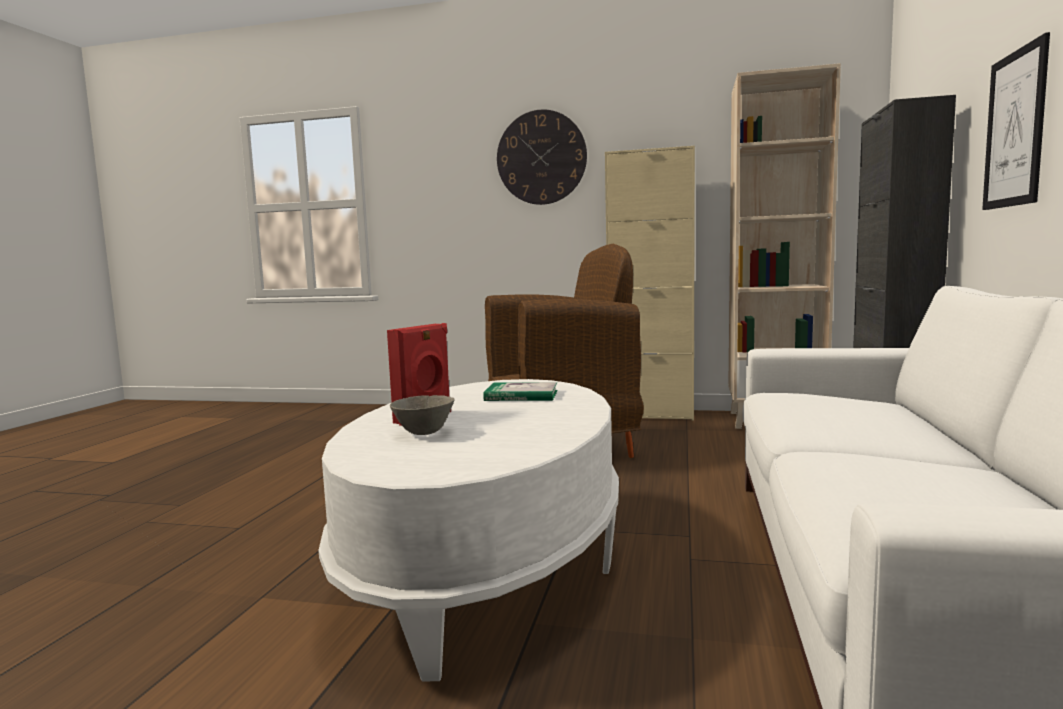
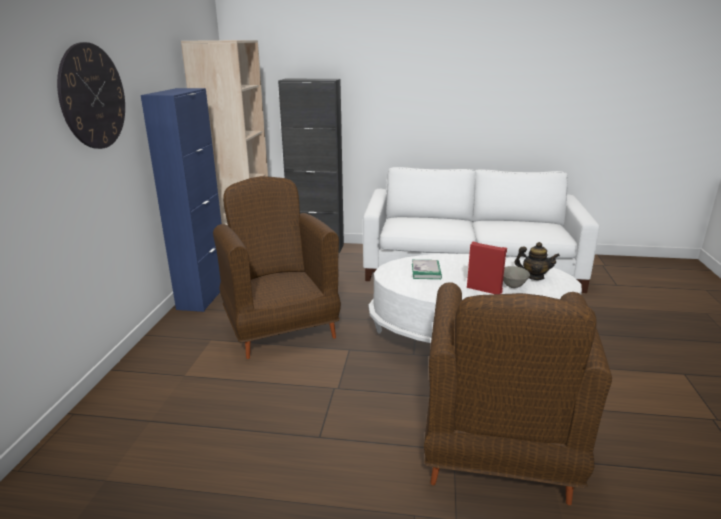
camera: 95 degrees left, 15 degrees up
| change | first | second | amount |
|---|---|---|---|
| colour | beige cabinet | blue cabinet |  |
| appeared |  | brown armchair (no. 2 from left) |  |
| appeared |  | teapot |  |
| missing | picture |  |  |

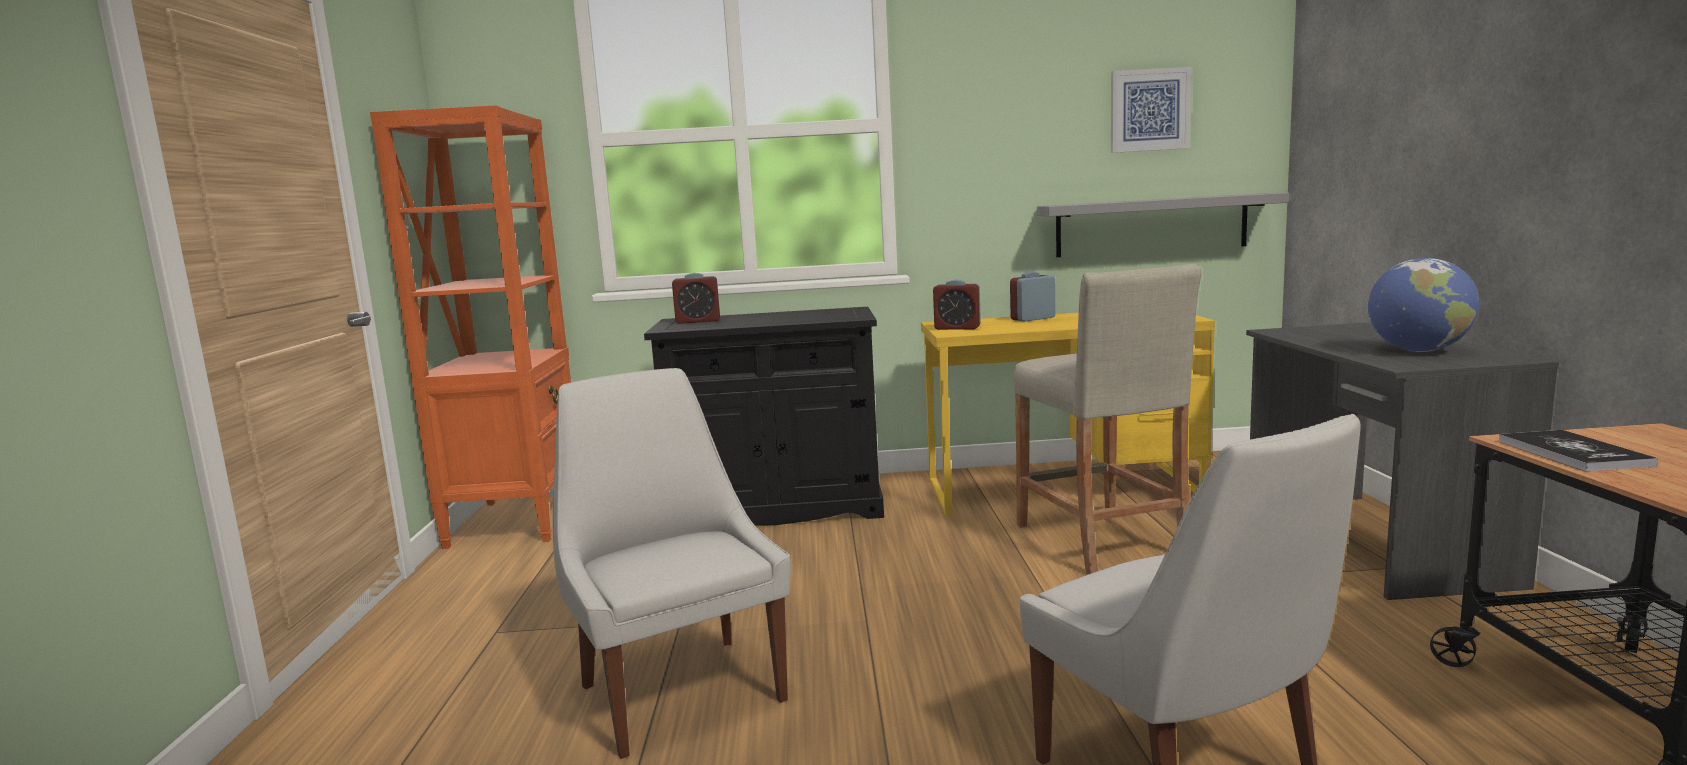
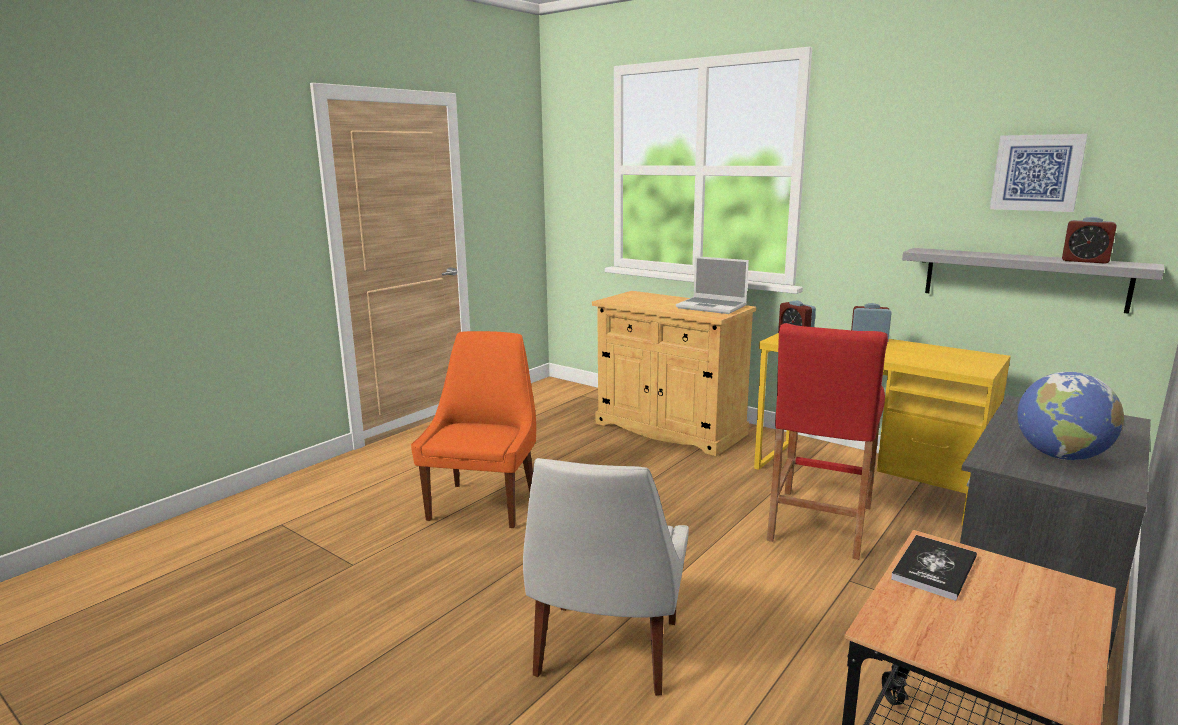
camera: 40 degrees right, 5 degrees up
| change | first | second | amount |
|---|---|---|---|
| colour | white chair (no. 1 from left) | orange chair |  |
| colour | black cabinet | beige cabinet |  |
| appeared |  | laptop |  |
| colour | beige stool | red stool |  |
| relocated | alarm clock (no. 1 from left in the first image) | alarm clock (no. 3 from left) |  |
| missing | orange bookcase |  |  |

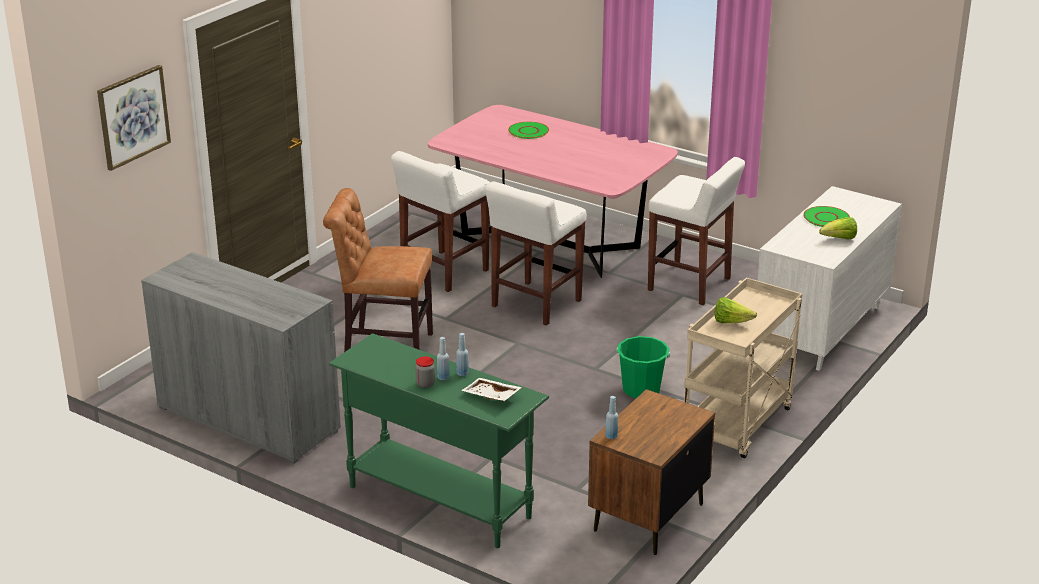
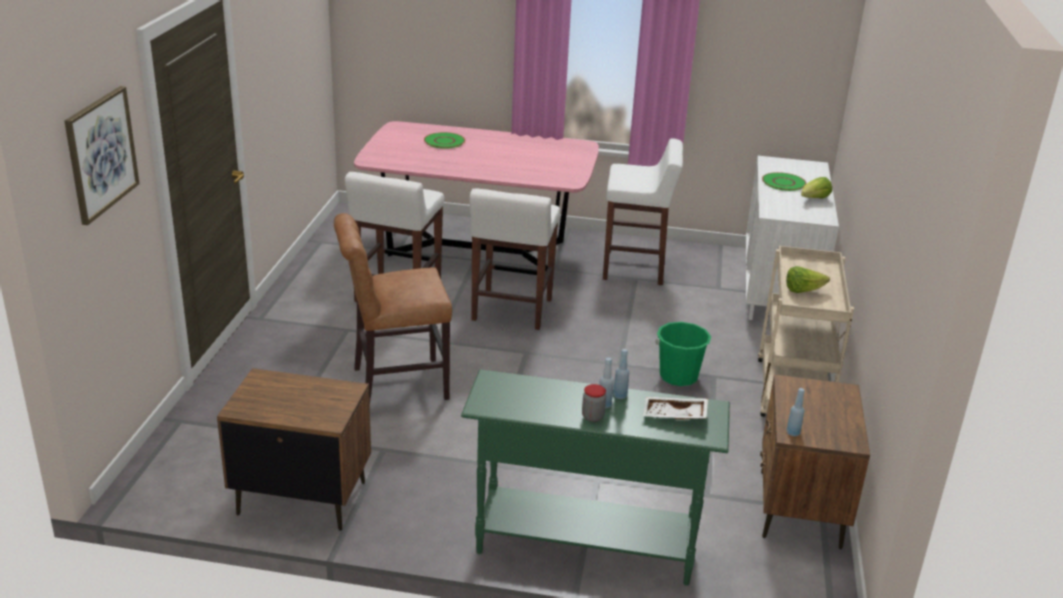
camera: 25 degrees left, 0 degrees up
| change | first | second | amount |
|---|---|---|---|
| exchanged | grey cabinet | brown nightstand (no. 1 from left) |  |

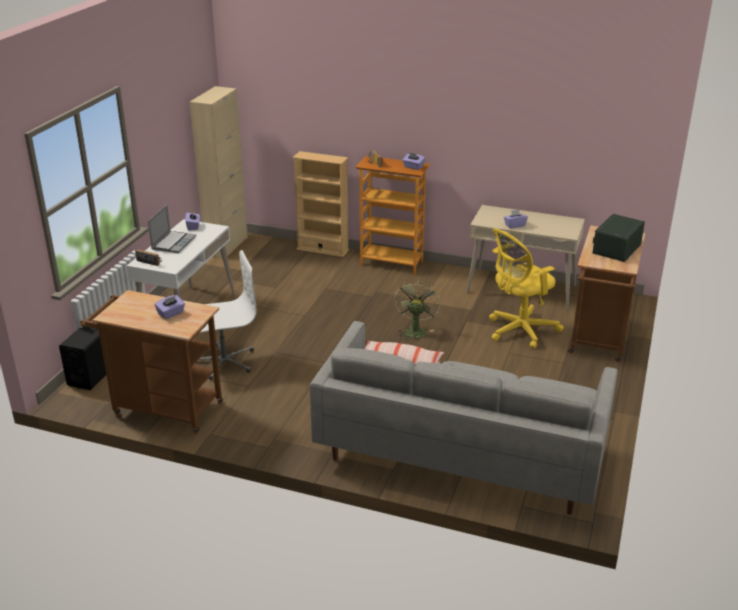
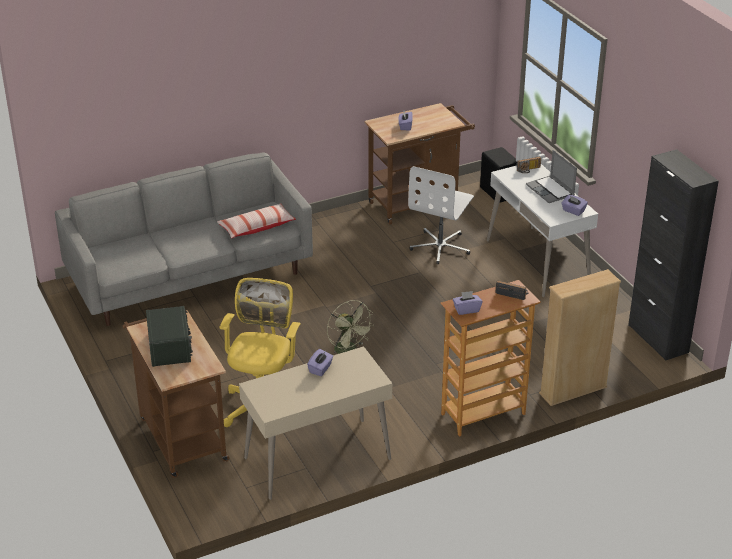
camera: 135 degrees right, 5 degrees up
| change | first | second | amount |
|---|---|---|---|
| colour | beige cabinet | black cabinet |  |

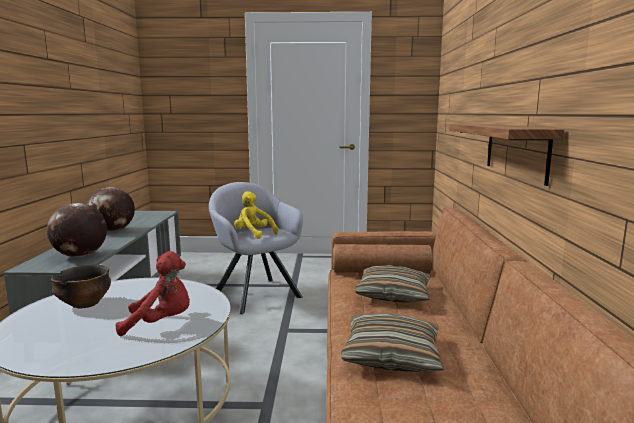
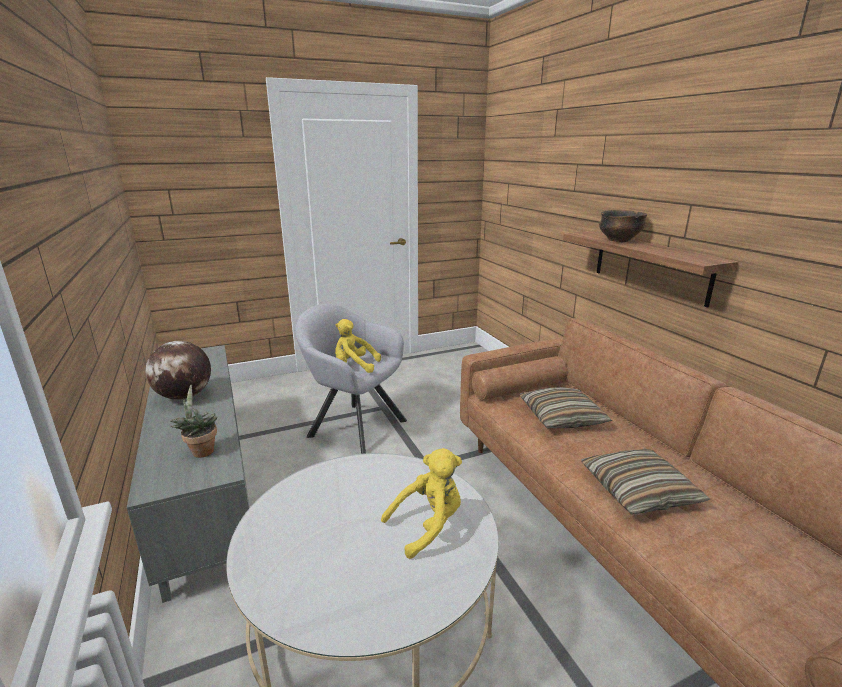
camera: 25 degrees left, 10 degrees up
| change | first | second | amount |
|---|---|---|---|
| exchanged | globe (no. 1 from left) | potted plant |  |
| colour | red plush toy | yellow plush toy (no. 2 from left) |  |
| relocated | bowl |  |  |

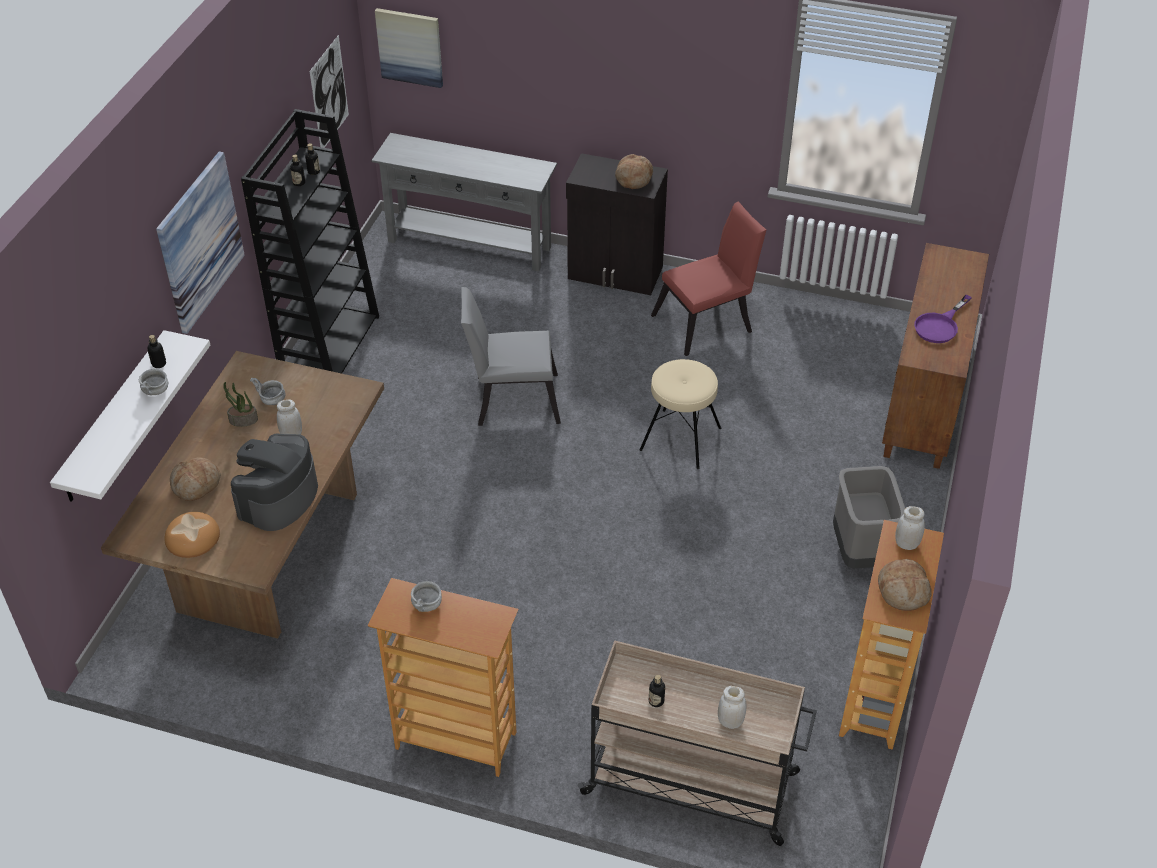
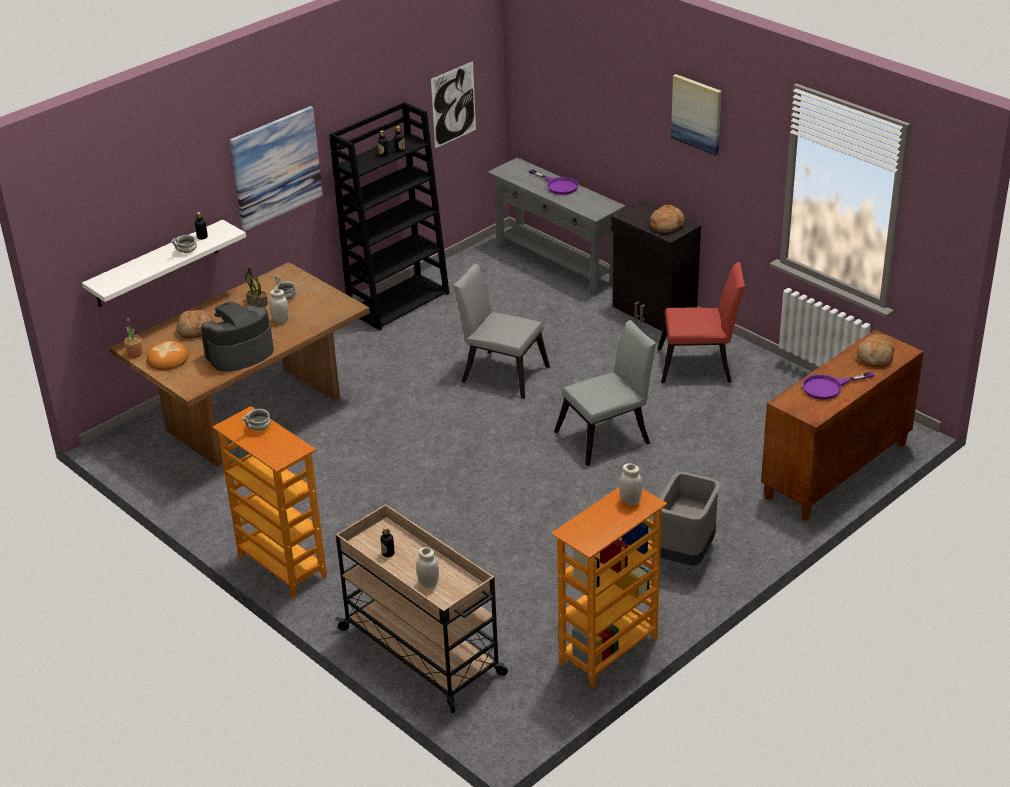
camera: 30 degrees right, 10 degrees down
| change | first | second | amount |
|---|---|---|---|
| appeared |  | potted plant (no. 1 from left) |  |
| appeared |  | purple frying pan (no. 1 from left) |  |
| exchanged | beige stool | grey chair (no. 2 from left) |  |
| relocated | picture (no. 3 from left) |  |  |
| relocated | bread (no. 4 from left) |  |  |

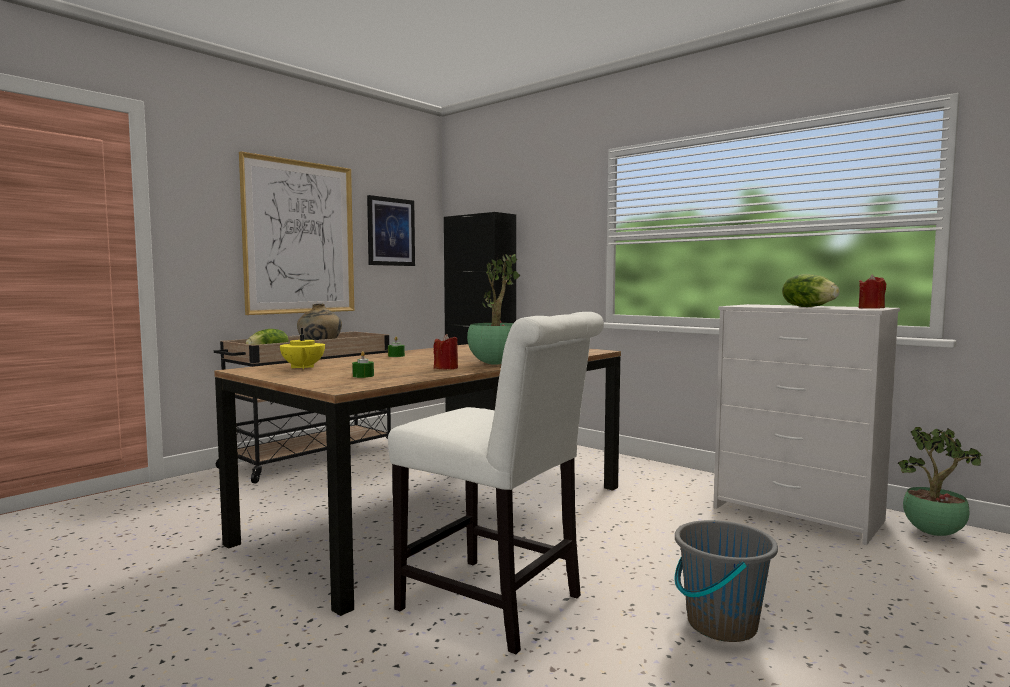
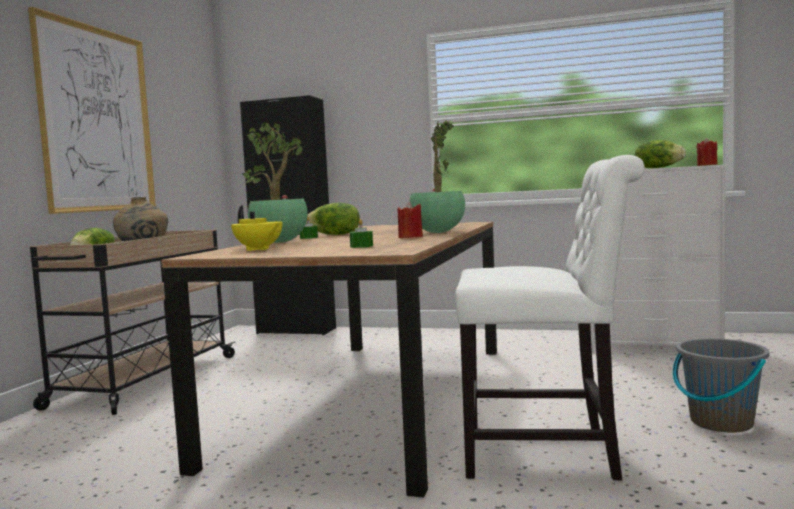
camera: 25 degrees left, 0 degrees up
| change | first | second | amount |
|---|---|---|---|
| relocated | potted plant (no. 2 from left in the first image) | potted plant (no. 1 from left) |  |
| appeared |  | lettuce (no. 2 from left) |  |
| missing | picture (no. 2 from left) |  |  |

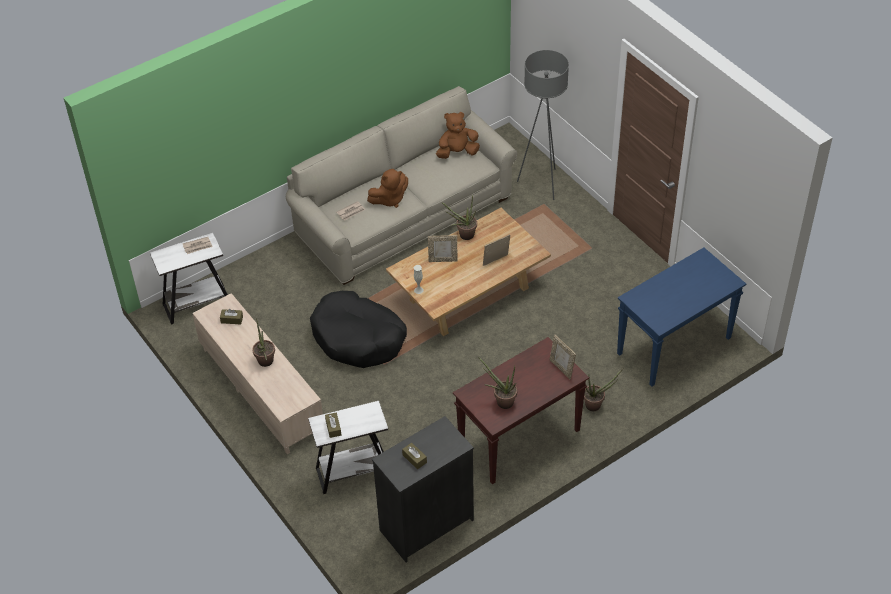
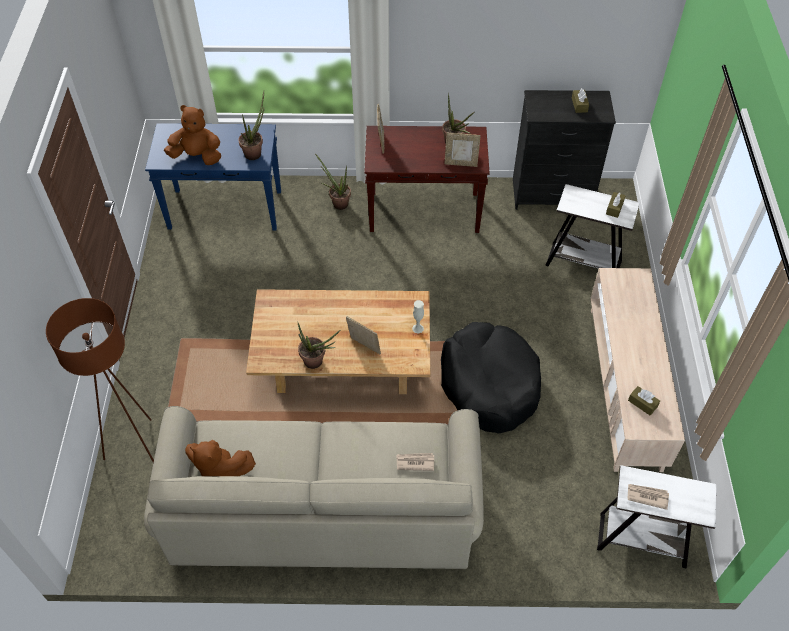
camera: 145 degrees left, 5 degrees up
| change | first | second | amount |
|---|---|---|---|
| colour | grey floor lamp | brown floor lamp |  |
| relocated | brown plush toy (no. 1 from left) |  |  |
| relocated | potted plant (no. 1 from left) |  |  |
| relocated | picture frame (no. 2 from left in the first image) | picture frame (no. 3 from left) |  |

